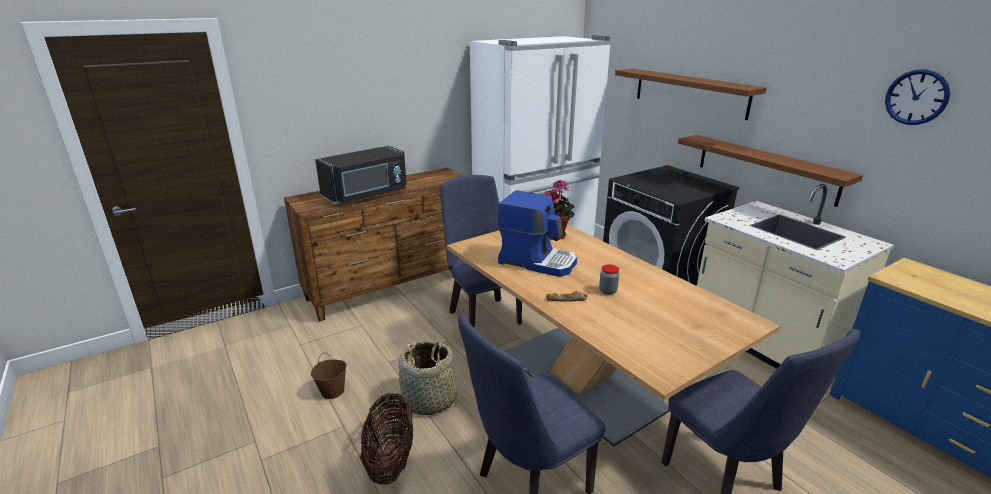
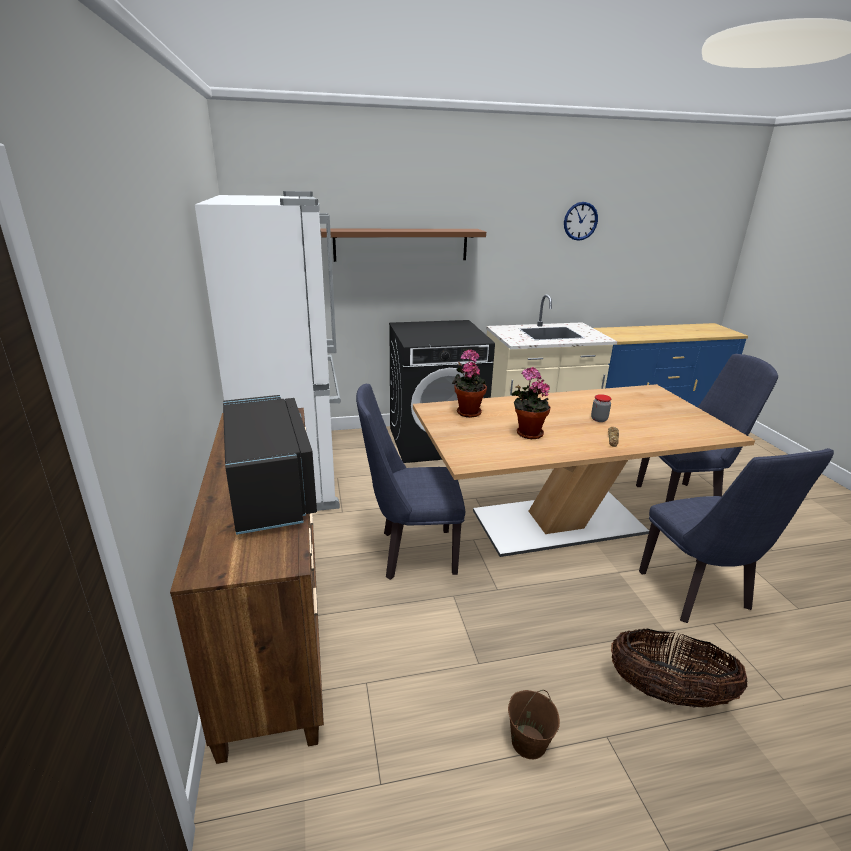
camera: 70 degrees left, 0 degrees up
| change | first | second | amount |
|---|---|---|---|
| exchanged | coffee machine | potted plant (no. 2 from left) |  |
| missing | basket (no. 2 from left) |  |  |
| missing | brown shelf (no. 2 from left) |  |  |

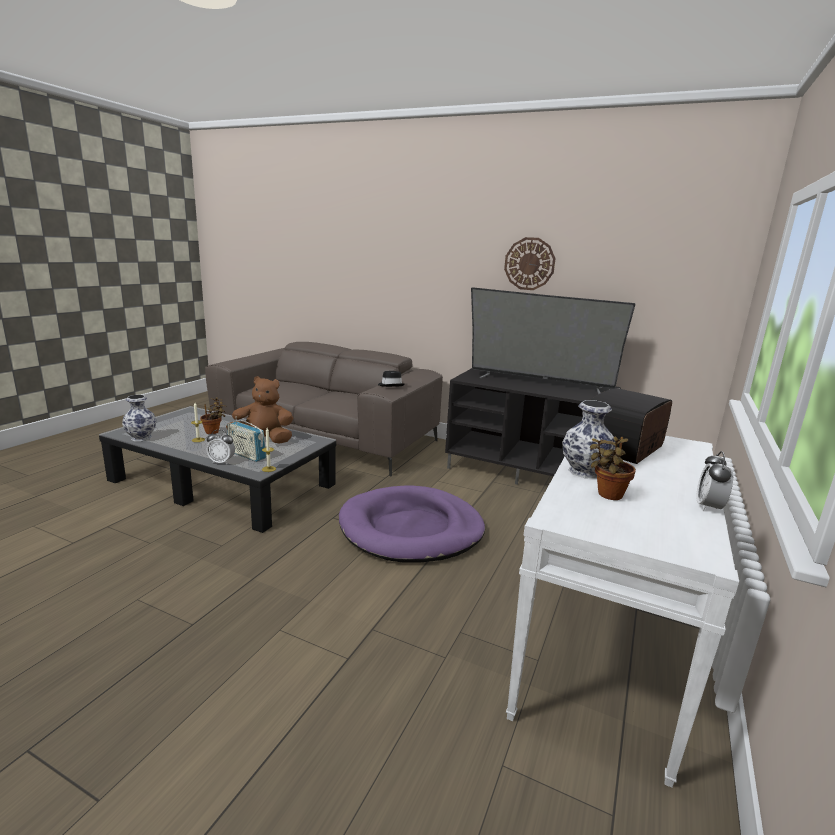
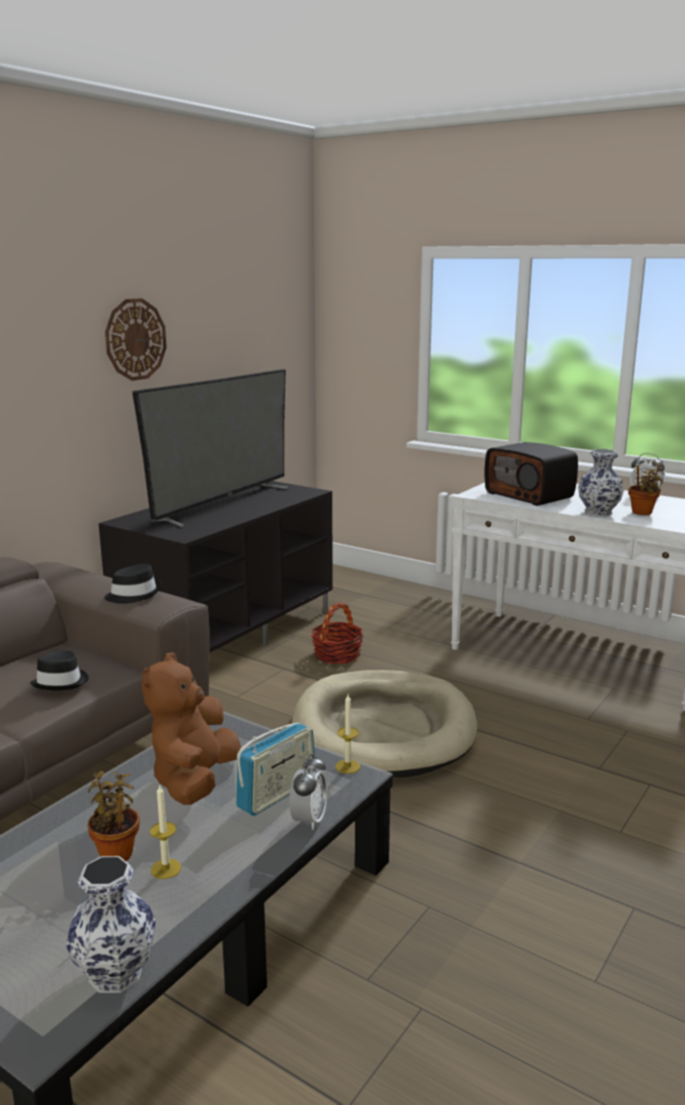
camera: 80 degrees left, 0 degrees up
| change | first | second | amount |
|---|---|---|---|
| appeared |  | black hat (no. 1 from left) |  |
| colour | purple dog bed | beige dog bed |  |
| appeared |  | basket |  |

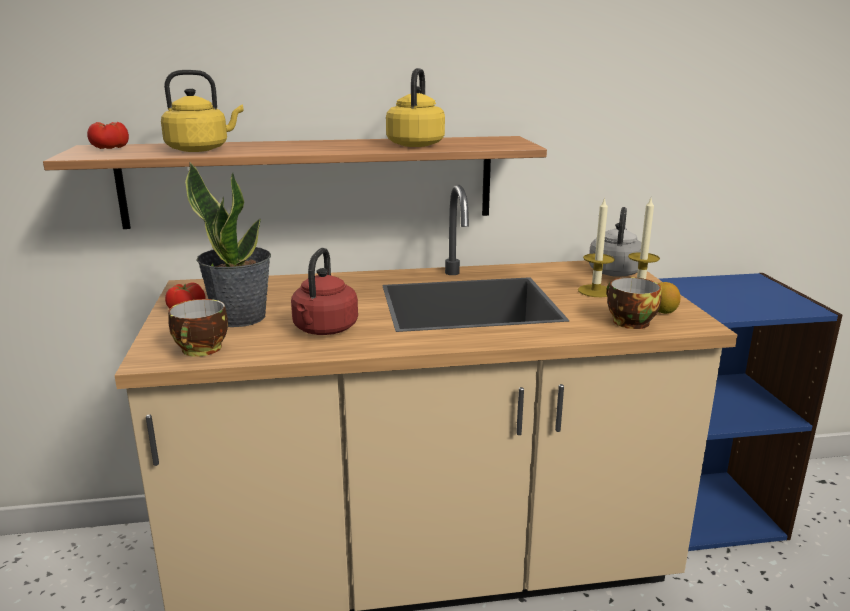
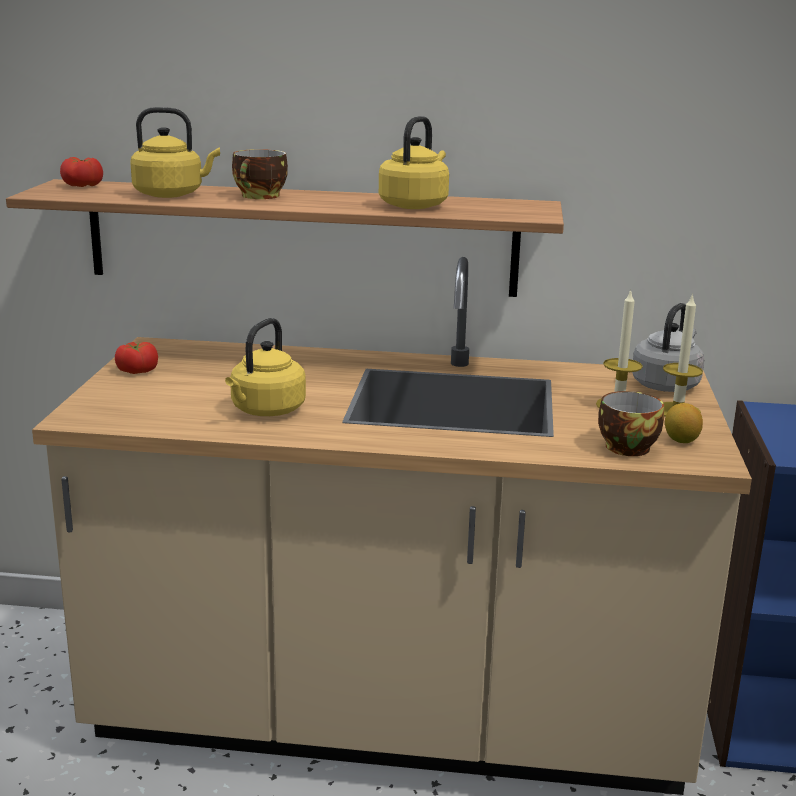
camera: 15 degrees right, 0 degrees up
| change | first | second | amount |
|---|---|---|---|
| colour | red kettle | yellow kettle (no. 2 from left) |  |
| relocated | cup (no. 1 from left) |  |  |
| missing | potted plant |  |  |

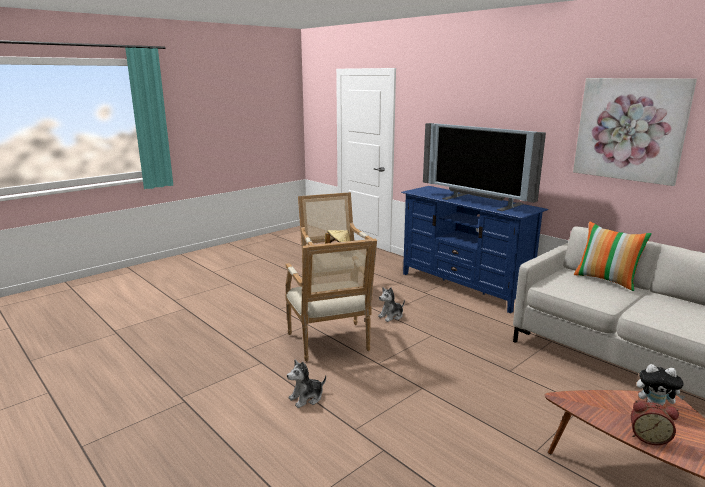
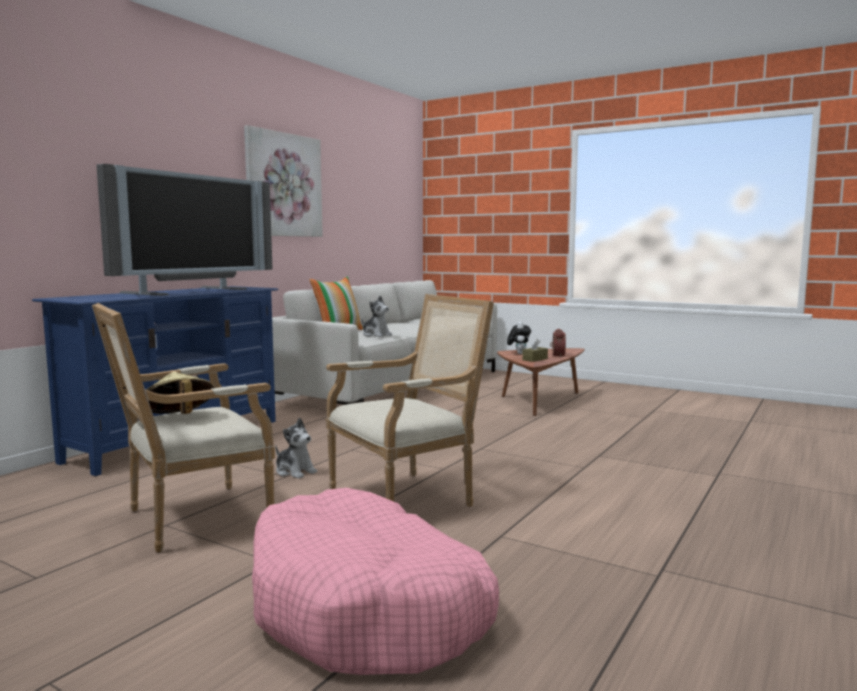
camera: 105 degrees left, 10 degrees down
| change | first | second | amount |
|---|---|---|---|
| appeared |  | pink dog bed |  |
| relocated | plush toy (no. 1 from left in the first image) | plush toy (no. 2 from left) |  |
| appeared |  | brown tissue box |  |

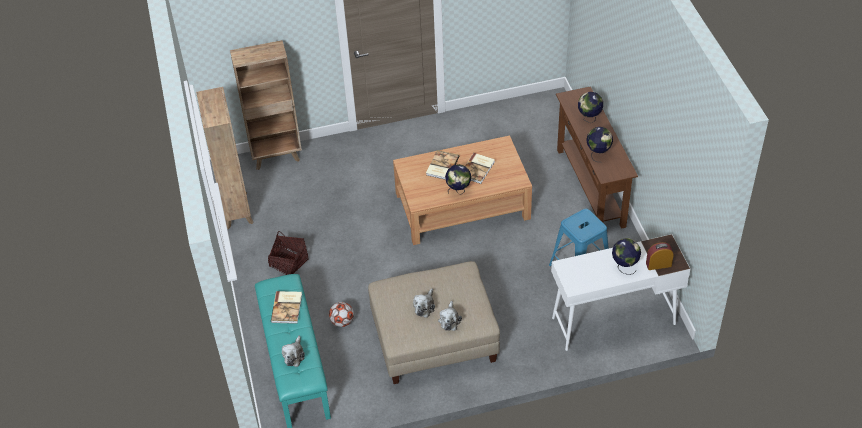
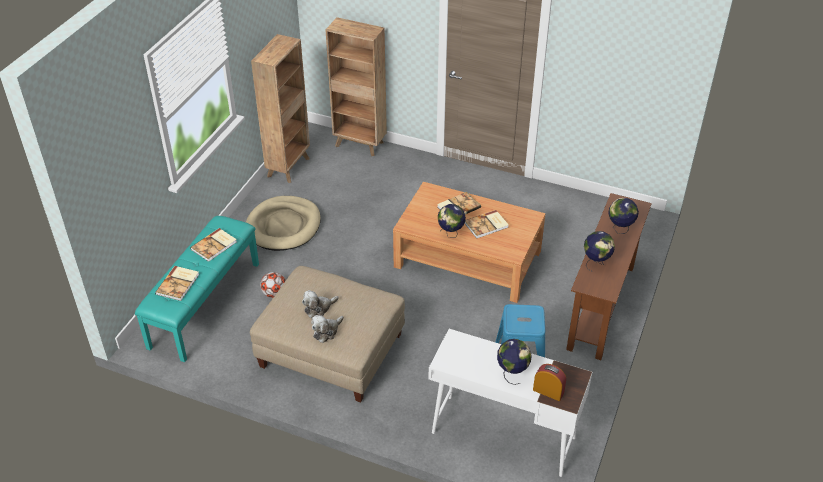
camera: 35 degrees right, 5 degrees down
| change | first | second | amount |
|---|---|---|---|
| exchanged | plush toy (no. 1 from left) | book (no. 1 from left) |  |
| exchanged | basket | beige dog bed |  |

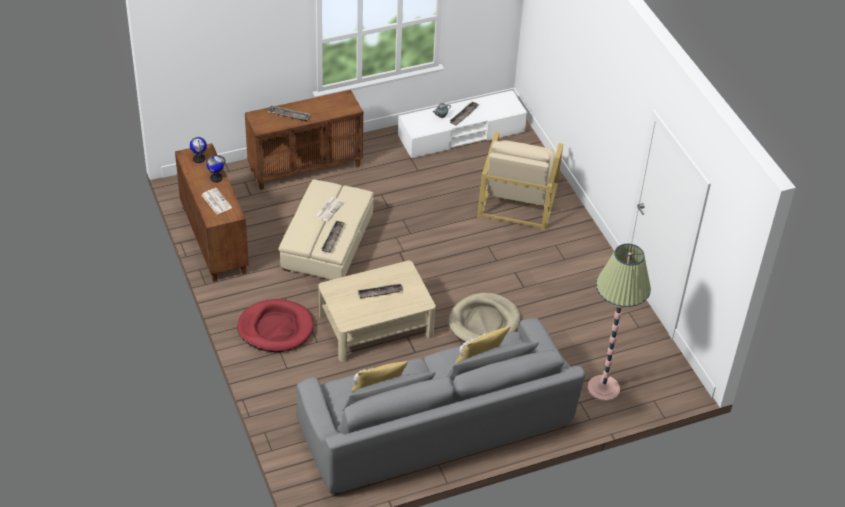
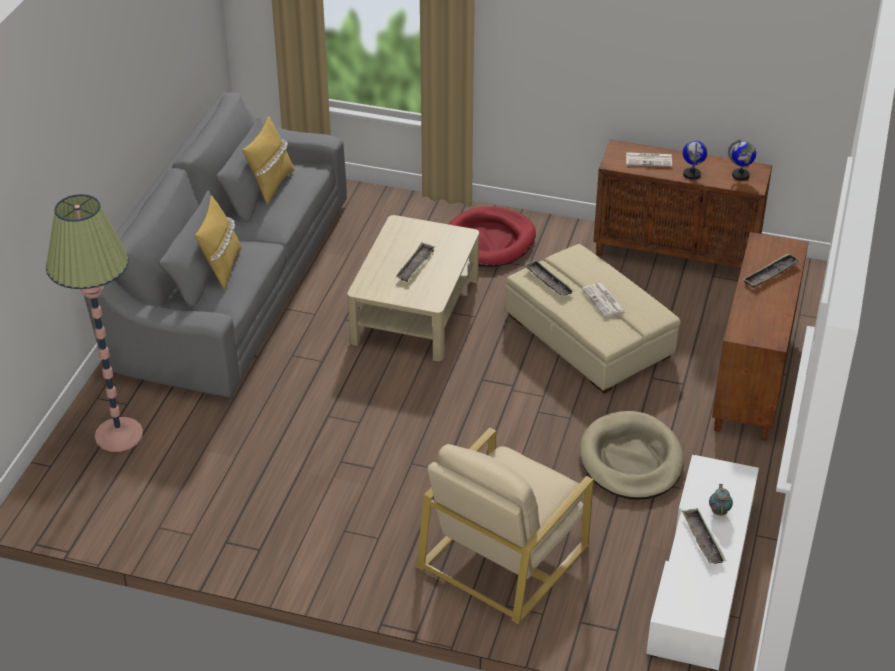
camera: 130 degrees right, 5 degrees down
| change | first | second | amount |
|---|---|---|---|
| spun | beige armchair |  | 105 degrees counterclockwise |
| relocated | beige dog bed |  |  |

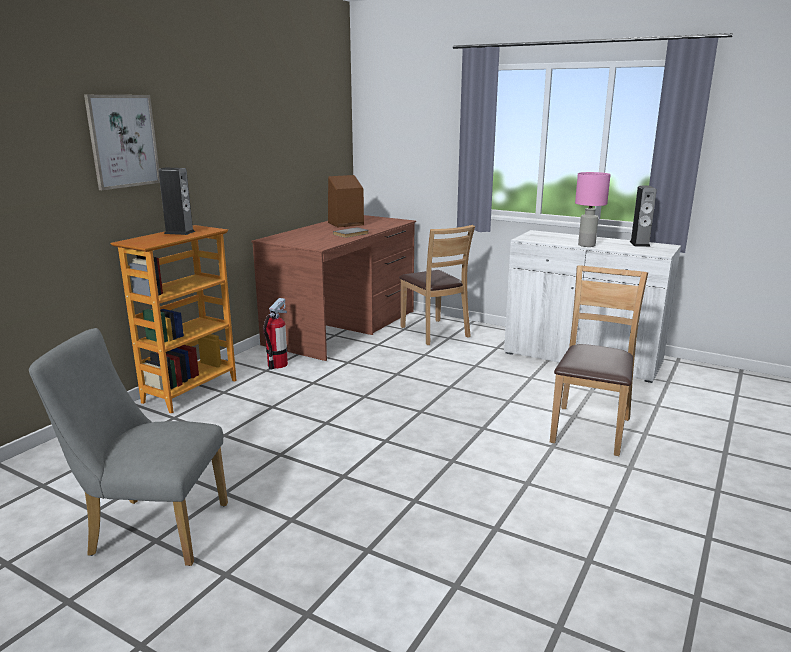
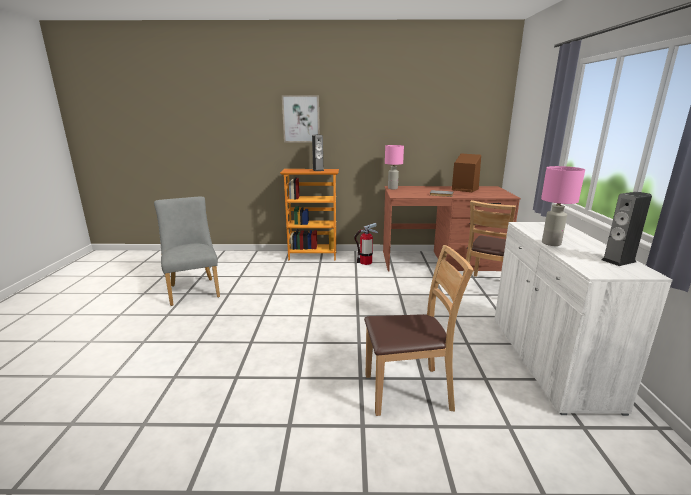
camera: 60 degrees right, 0 degrees up
| change | first | second | amount |
|---|---|---|---|
| appeared |  | pink table lamp (no. 1 from left) |  |

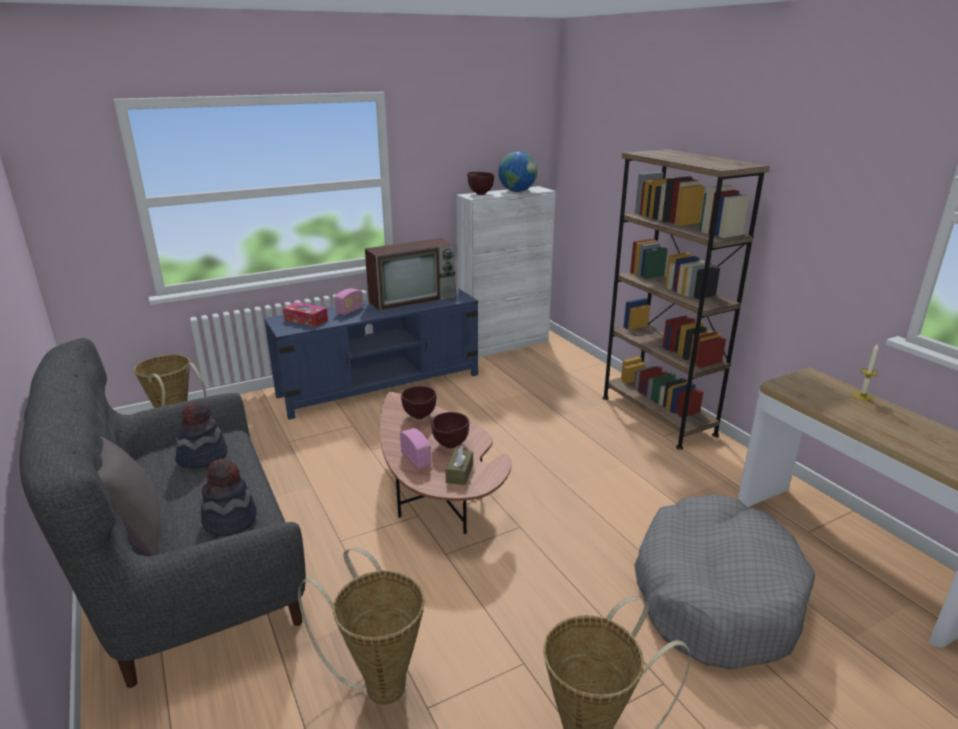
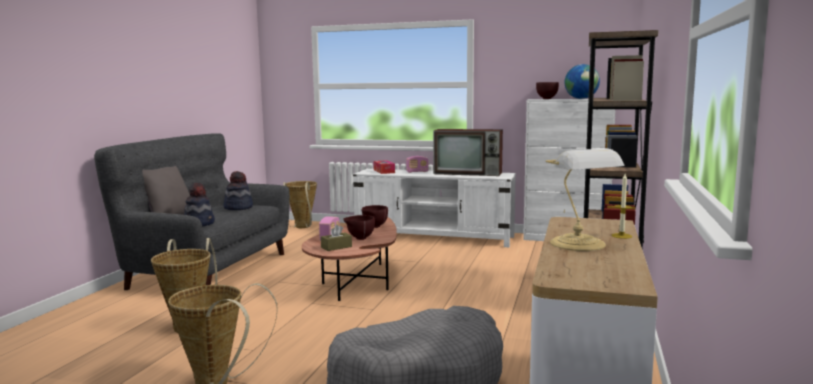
camera: 45 degrees right, 15 degrees down
| change | first | second | amount |
|---|---|---|---|
| colour | blue tv stand | white tv stand |  |
| appeared |  | table lamp |  |

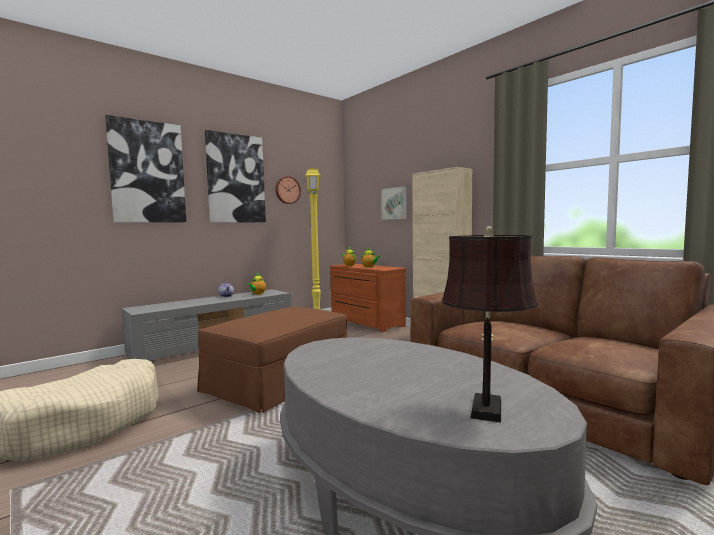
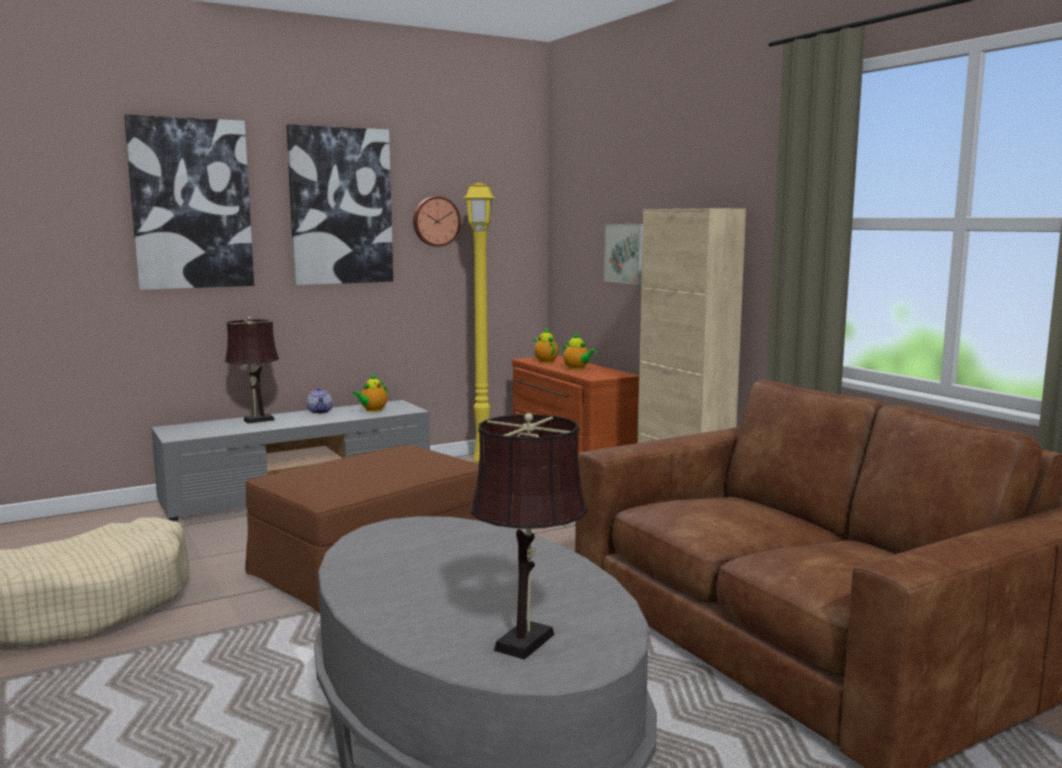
camera: 10 degrees right, 5 degrees up
| change | first | second | amount |
|---|---|---|---|
| appeared |  | brown table lamp (no. 1 from left) |  |

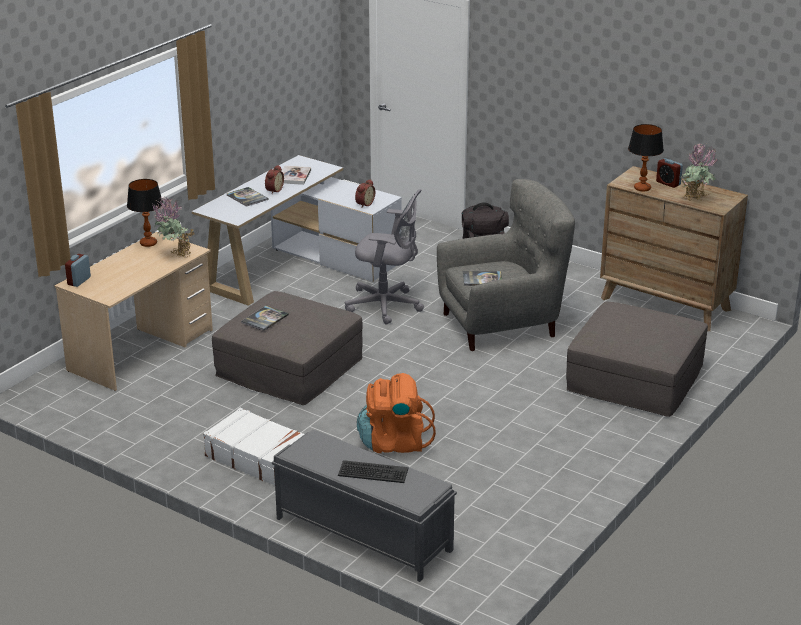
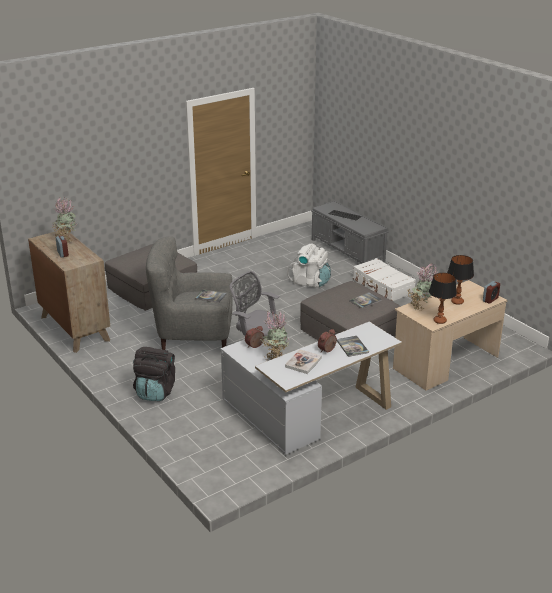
camera: 160 degrees left, 0 degrees up
| change | first | second | amount |
|---|---|---|---|
| appeared |  | potted plant (no. 2 from left) |  |
| colour | orange backpack | white backpack |  |
| relocated | table lamp (no. 2 from left) |  |  |

